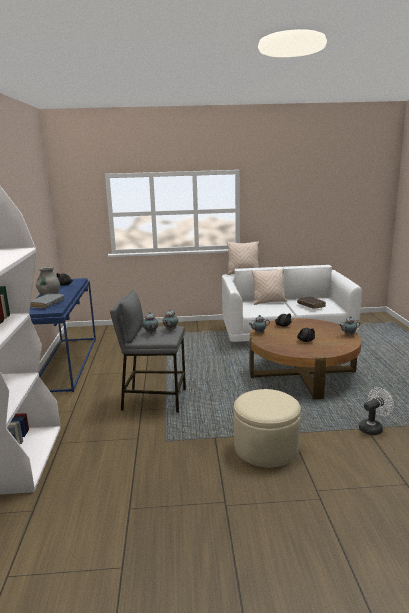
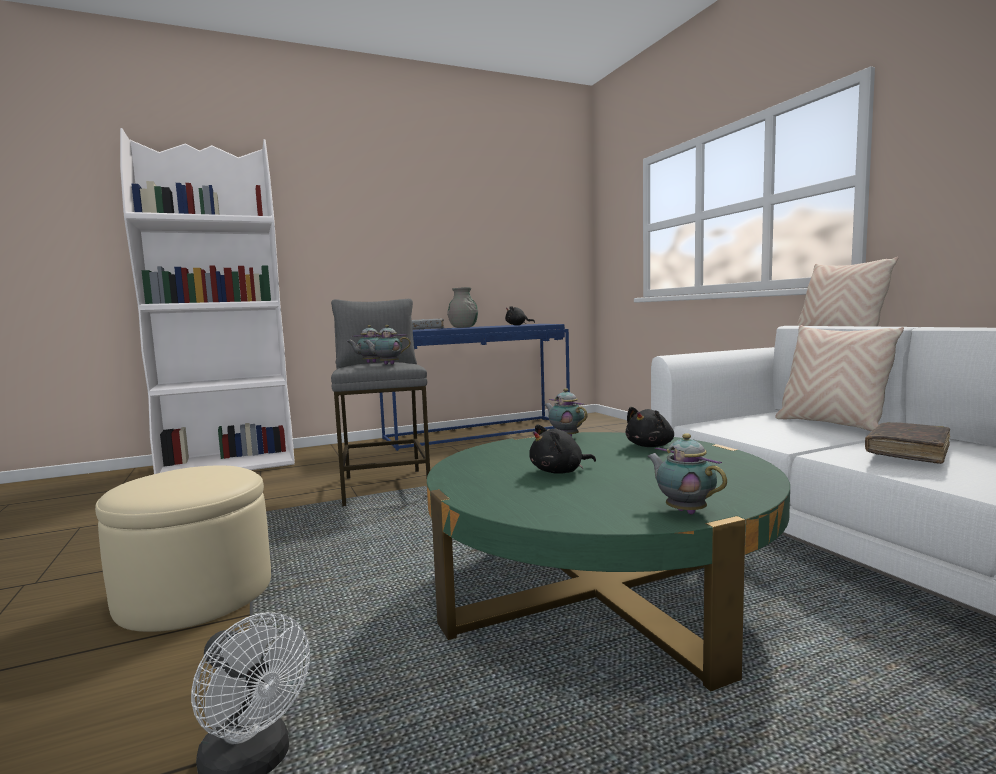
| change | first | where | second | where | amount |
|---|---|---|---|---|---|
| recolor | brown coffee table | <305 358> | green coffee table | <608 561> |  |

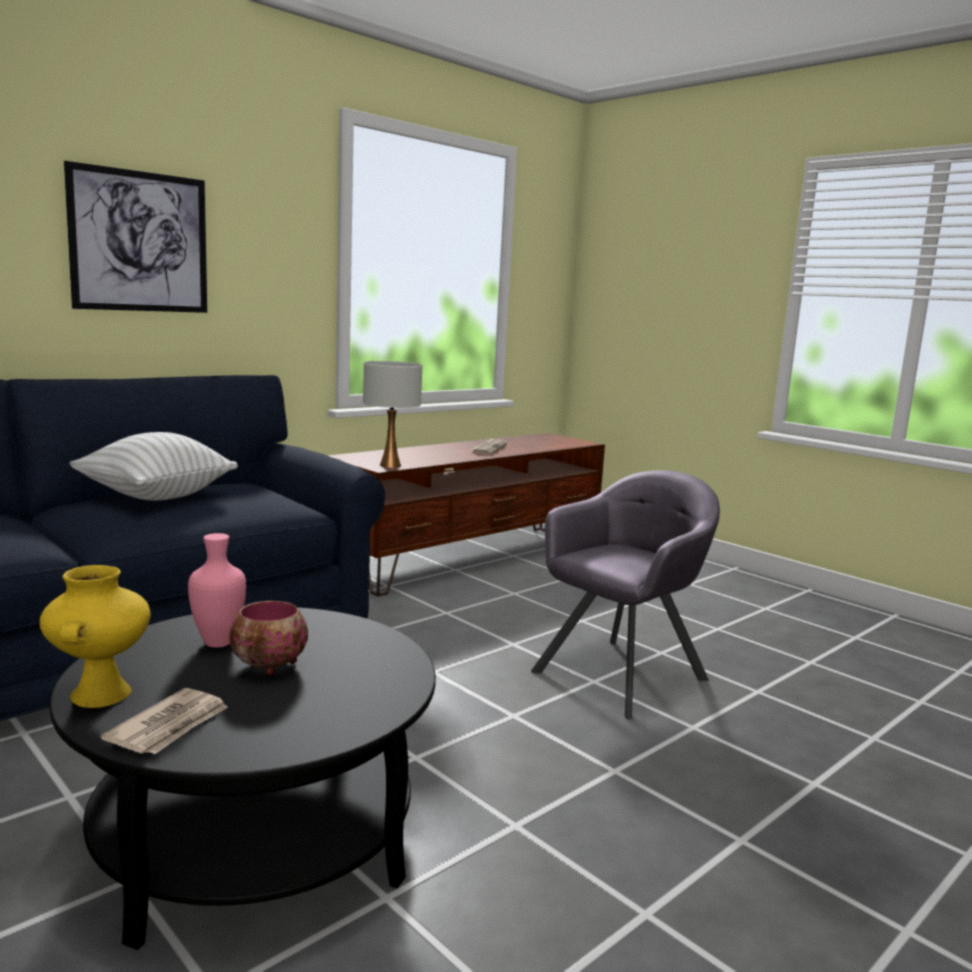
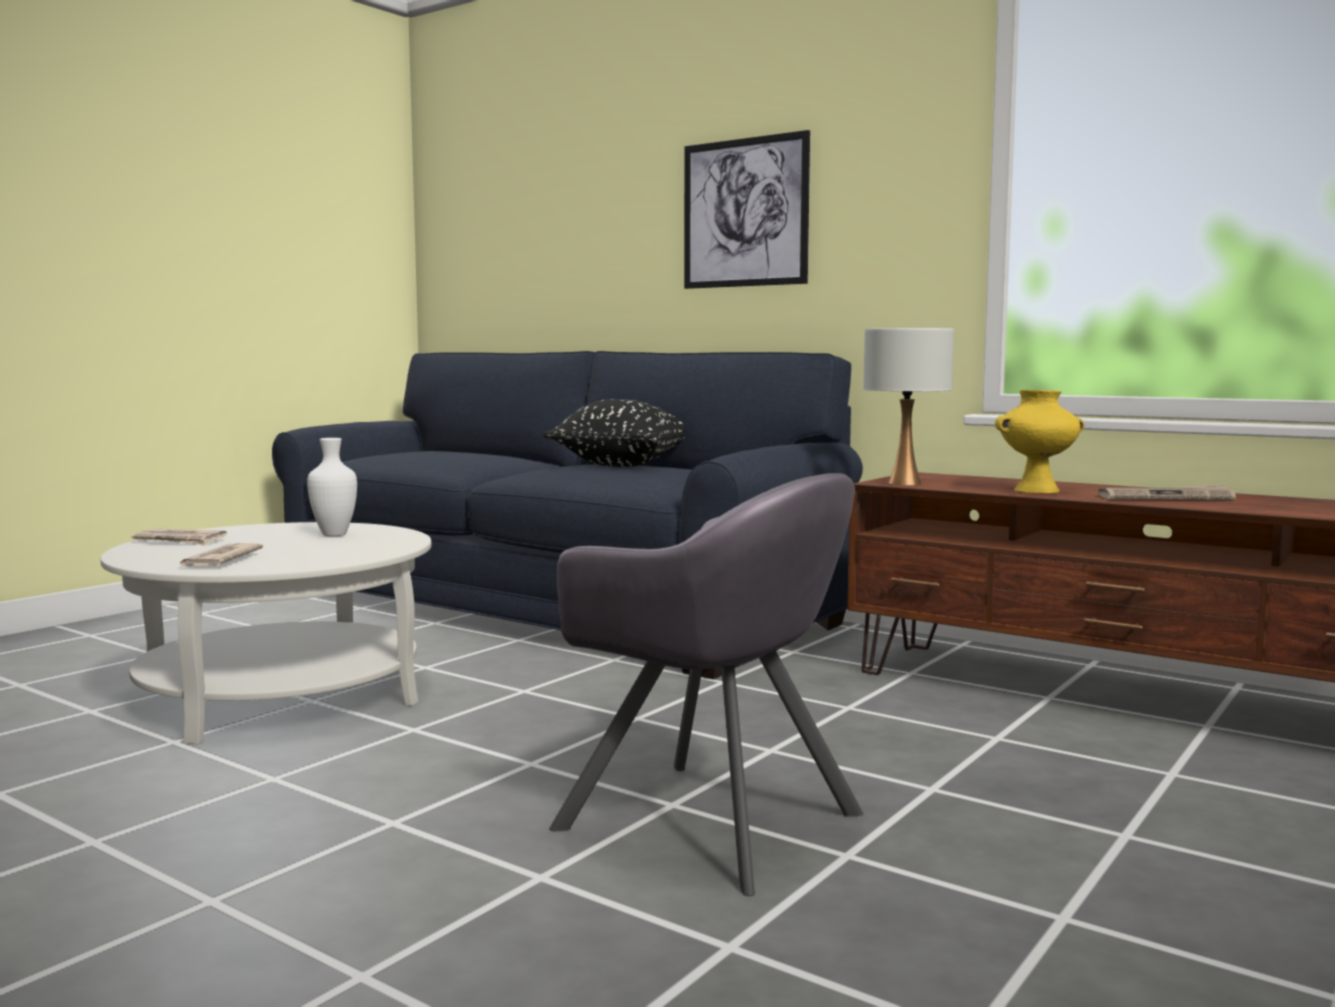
| change | first | where | second | where | amount |
|---|---|---|---|---|---|
| recolor | black coffee table | <243 779> | white coffee table | <266 633> |  |
| insert |  |  | newspaper | <221 555> |  |
| recolor | pink vase | <217 590> | white vase | <332 487> |  |
| recolor | white pillow | <153 466> | black pillow | <615 433> |  |
| move | yellow vase | <95 636> |  | <1040 441> |  |
| delete | bowl | <268 638> |  |  |  |

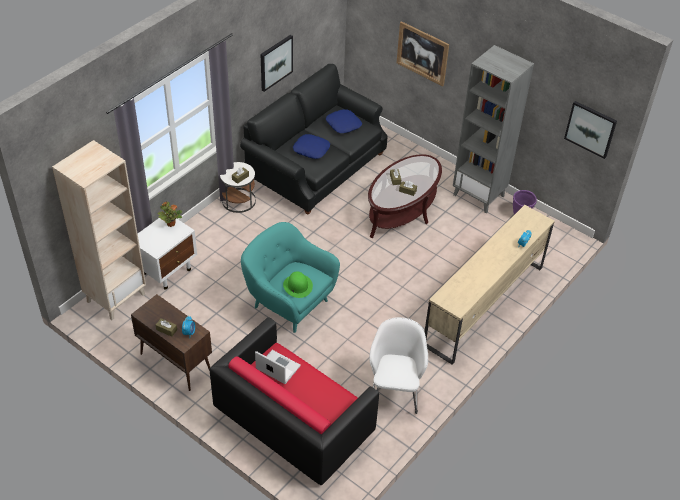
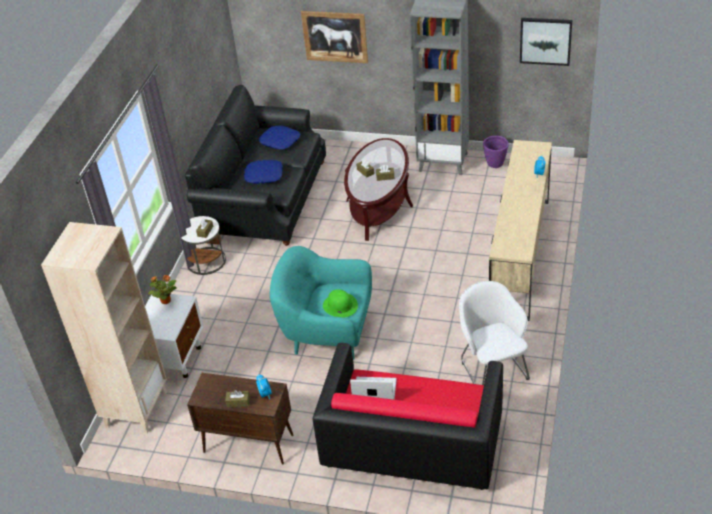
| change | first | where | second | where | amount |
|---|---|---|---|---|---|
| delete | picture | <276 63> |  |  |  |

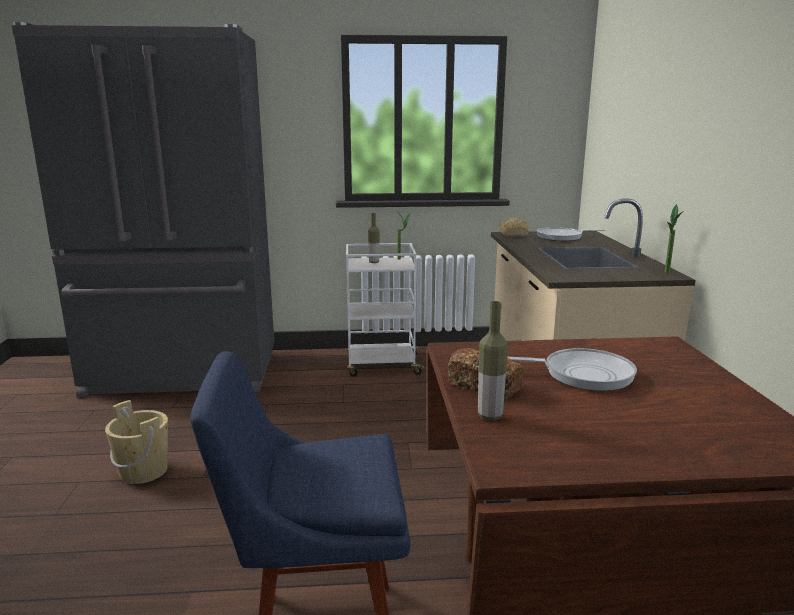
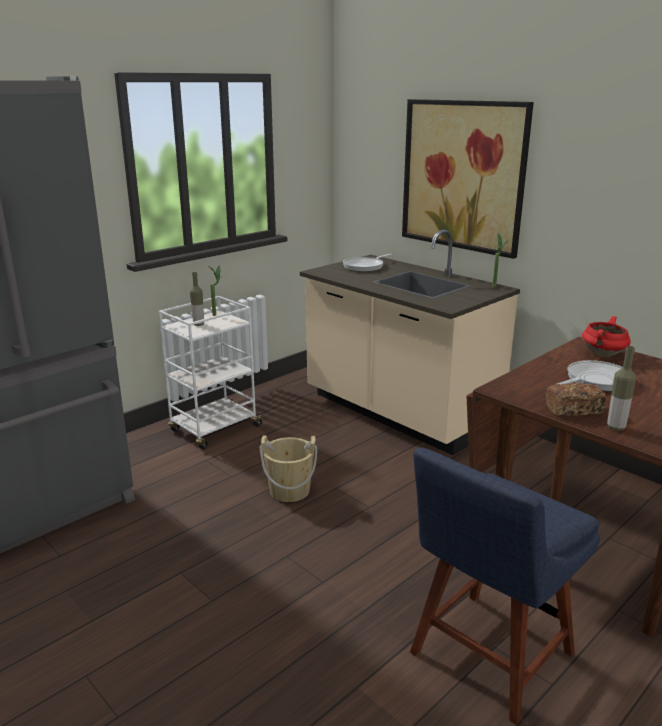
| change | first | where | second | where | amount |
|---|---|---|---|---|---|
| move | beige bucket | <136 442> |  | <288 468> |  |
| insert |  |  | picture | <468 179> |  |
| insert |  |  | red cooking pot | <606 336> |  |
| delete | bread | <513 227> |  |  |  |

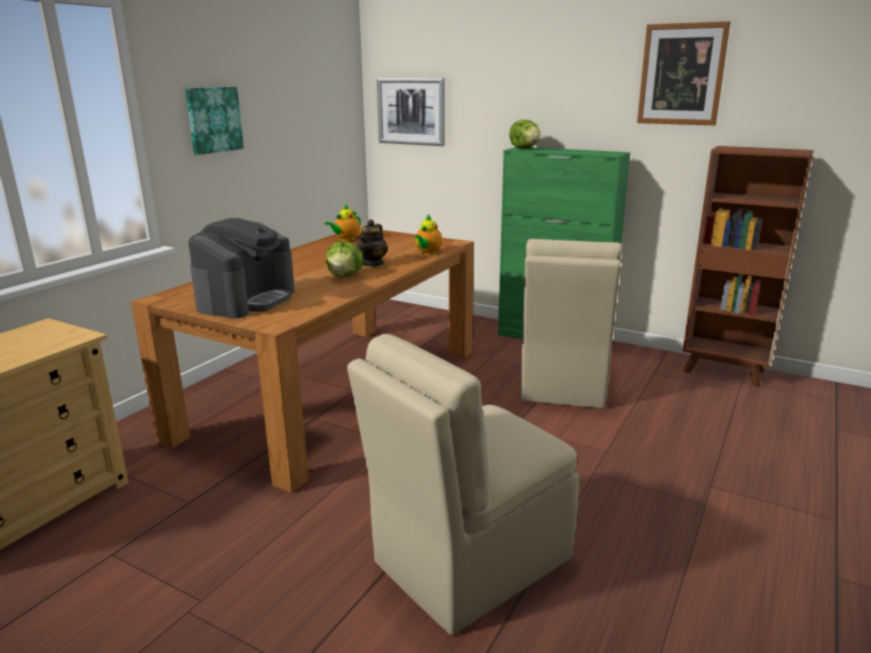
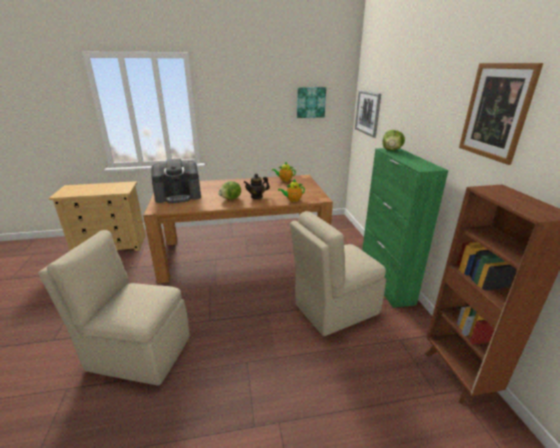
| change | first | where | second | where | amount |
|---|---|---|---|---|---|
| move | picture | <214 121> |  | <311 102> |  |

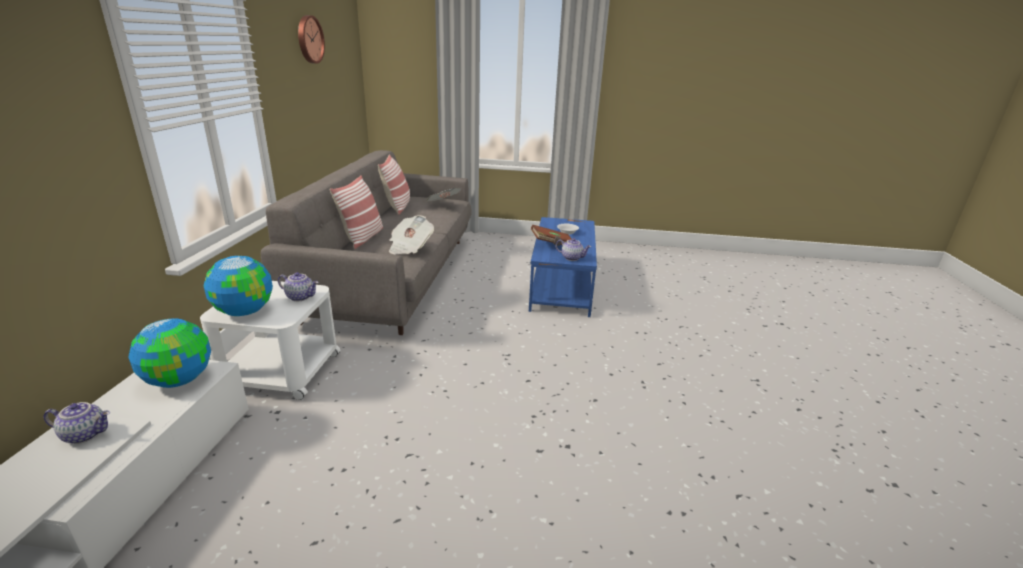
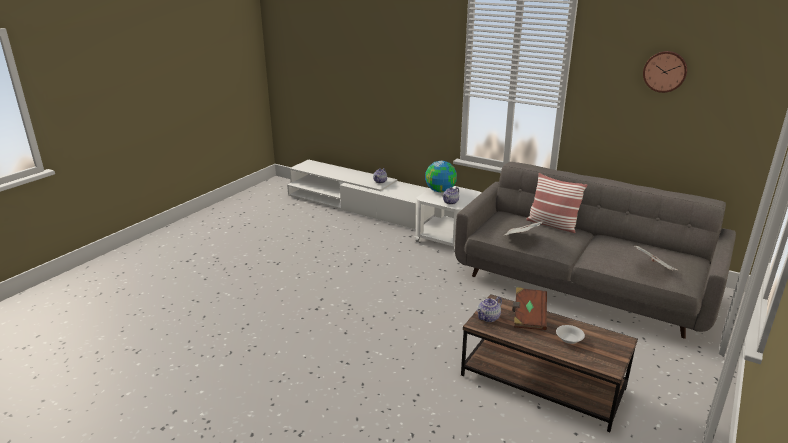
| change | first | where | second | where | amount |
|---|---|---|---|---|---|
| recolor | blue coffee table | <563 267> | brown coffee table | <549 363> |  |
| delete | globe | <170 353> |  |  |  |
| delete | pillow | <394 184> |  |  |  |

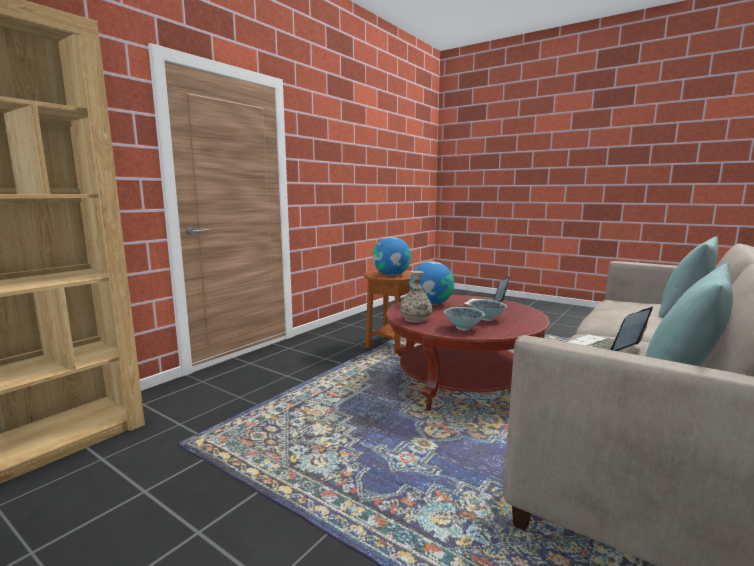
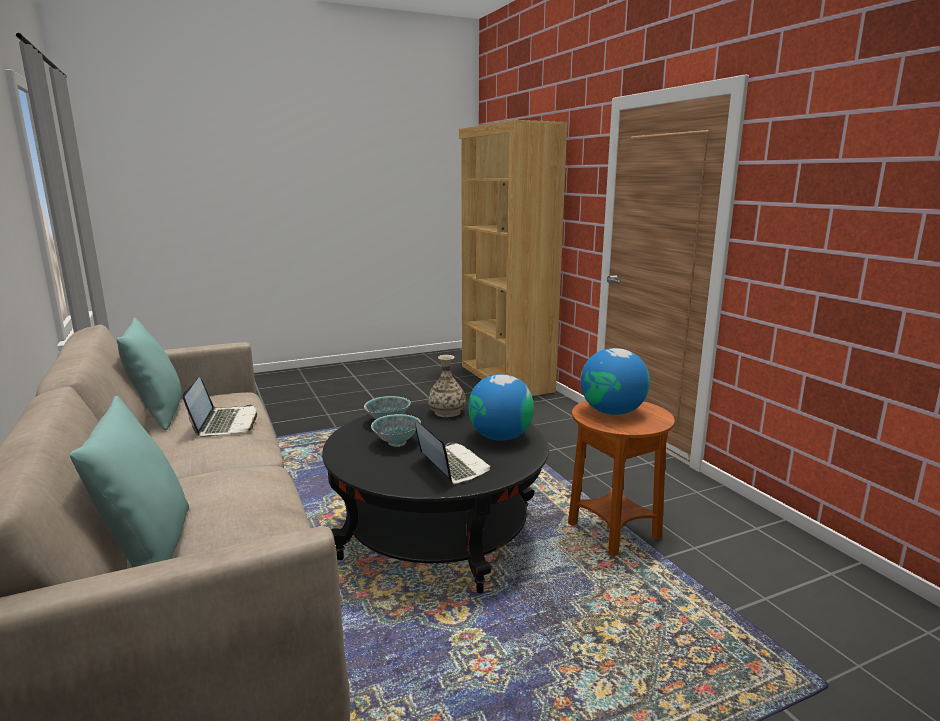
| change | first | where | second | where | amount |
|---|---|---|---|---|---|
| recolor | red coffee table | <468 353> | black coffee table | <435 498> |  |

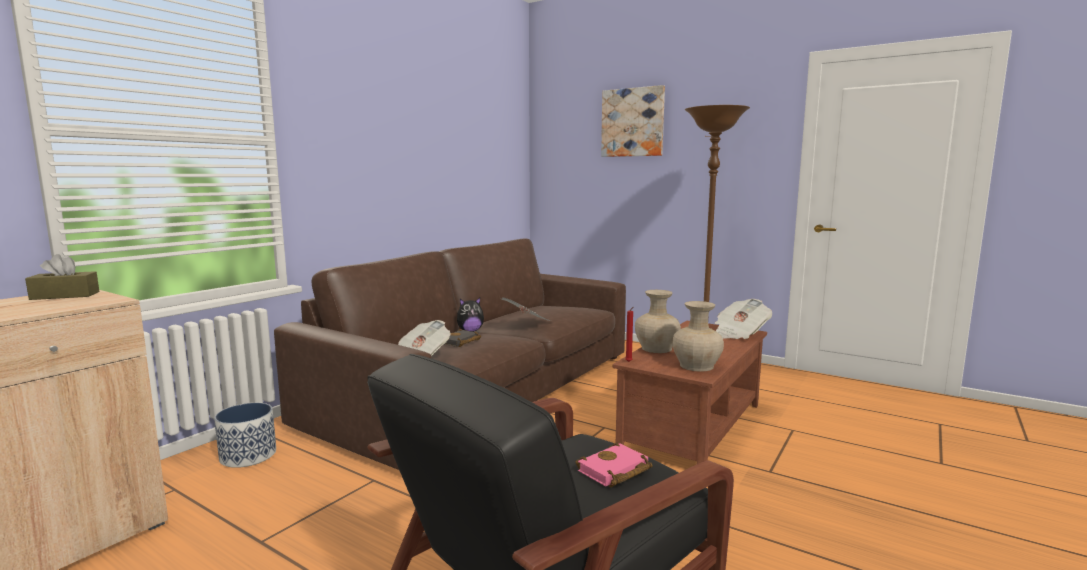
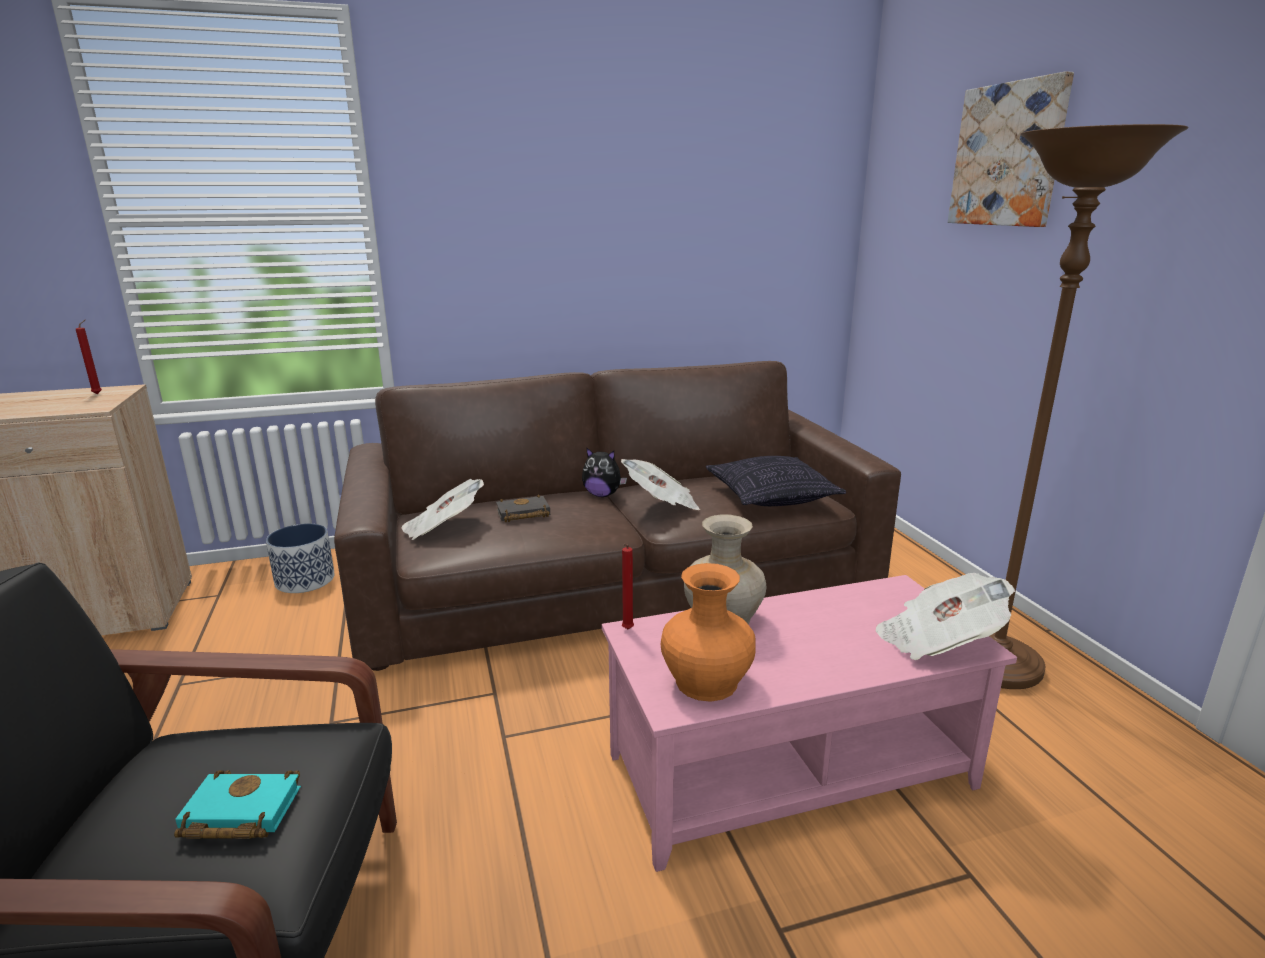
| change | first | where | second | where | amount |
|---|---|---|---|---|---|
| replace | brown tissue box | <62 277> | red candle | <89 357> |  |
| recolor | pink book | <614 464> | turquoise book | <237 804> |  |
| recolor | brown coffee table | <690 392> | pink coffee table | <809 723> |  |
| recolor | beige vase | <698 336> | orange vase | <708 632> |  |
| insert |  |  | pillow | <776 481> |  |

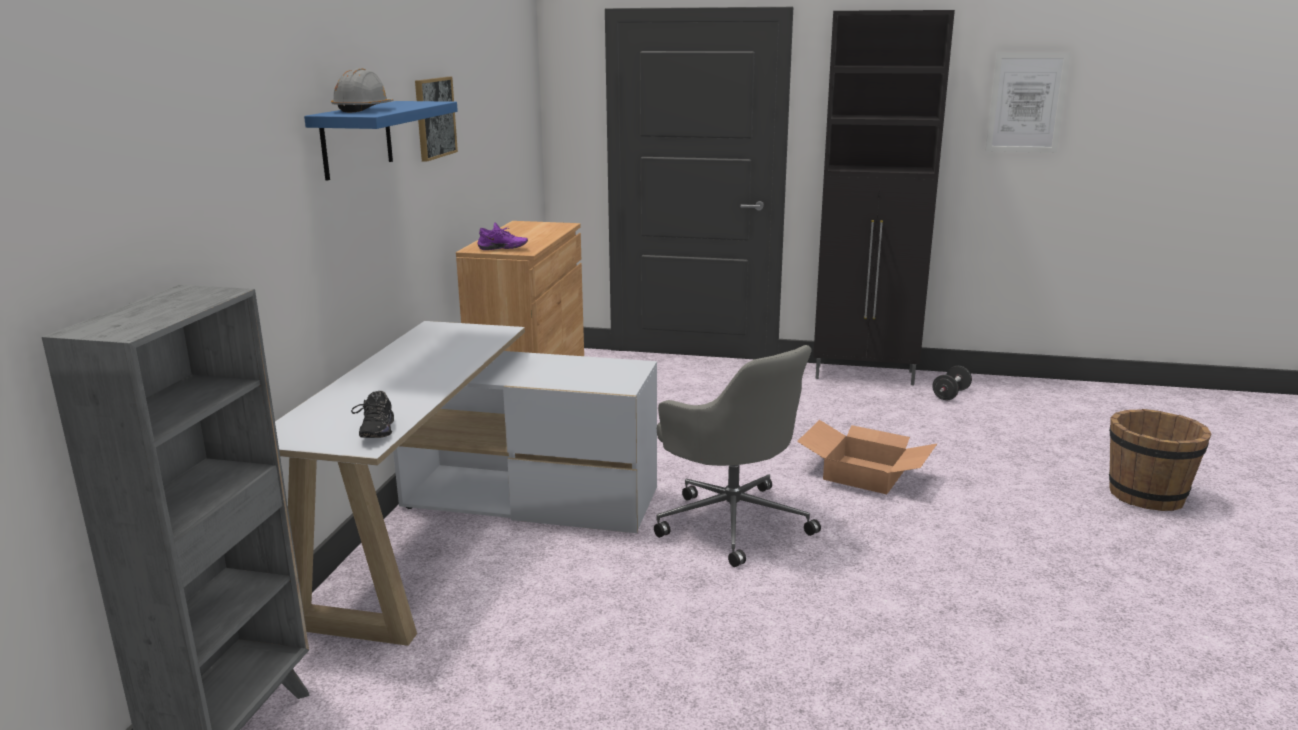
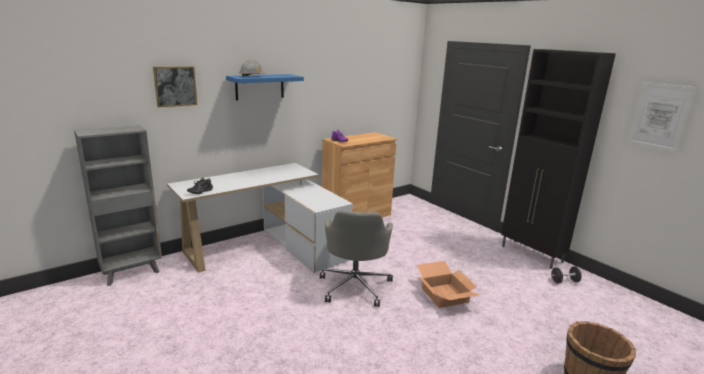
| change | first | where | second | where | amount |
|---|---|---|---|---|---|
| move | picture | <436 119> |  | <175 87> |  |

